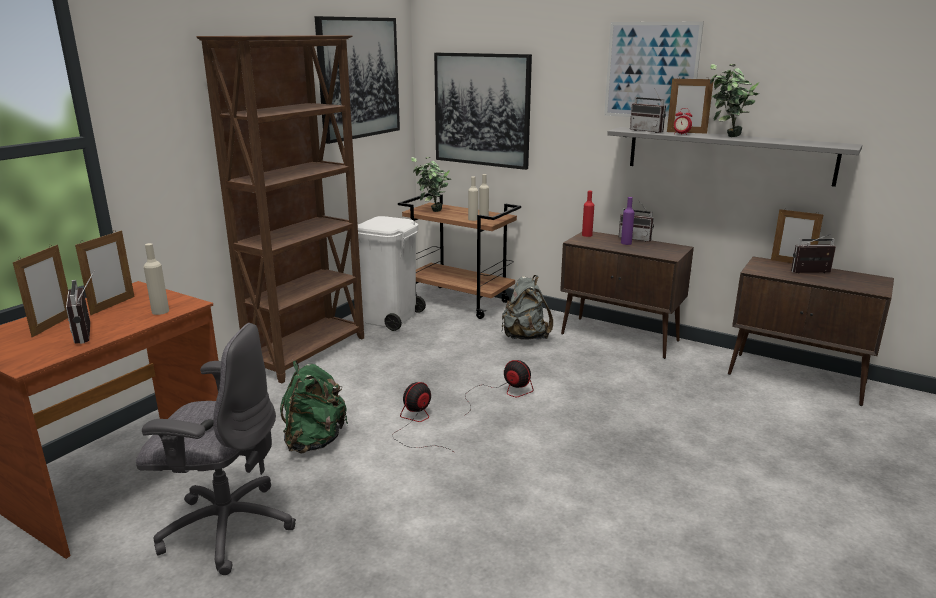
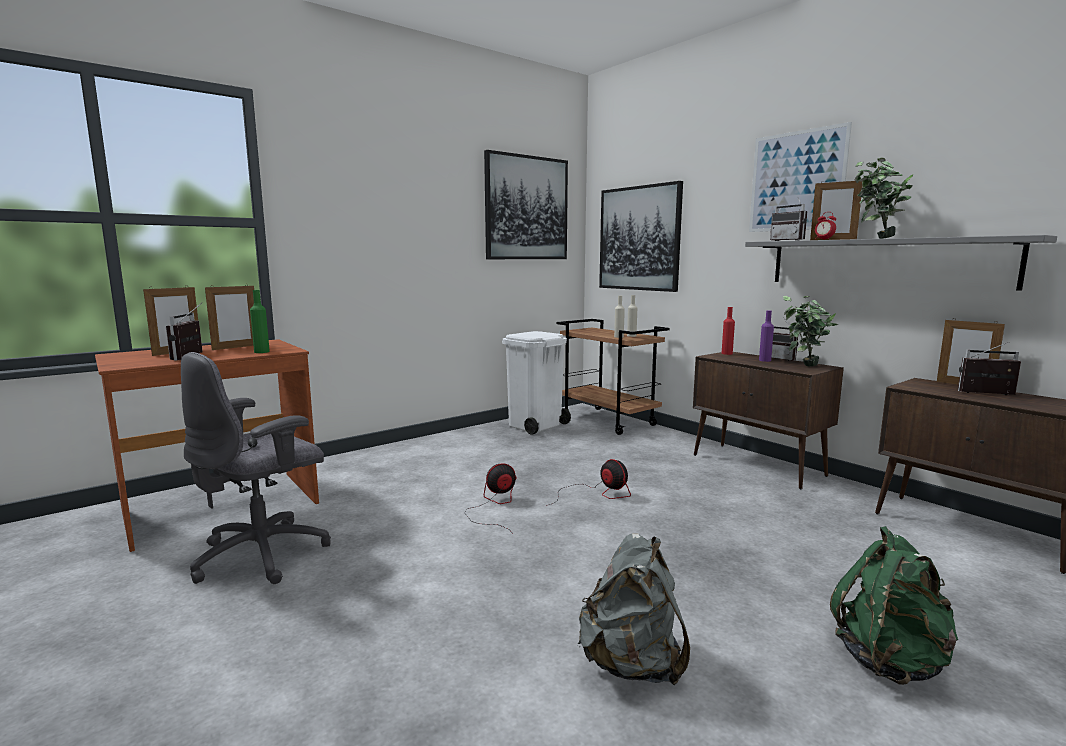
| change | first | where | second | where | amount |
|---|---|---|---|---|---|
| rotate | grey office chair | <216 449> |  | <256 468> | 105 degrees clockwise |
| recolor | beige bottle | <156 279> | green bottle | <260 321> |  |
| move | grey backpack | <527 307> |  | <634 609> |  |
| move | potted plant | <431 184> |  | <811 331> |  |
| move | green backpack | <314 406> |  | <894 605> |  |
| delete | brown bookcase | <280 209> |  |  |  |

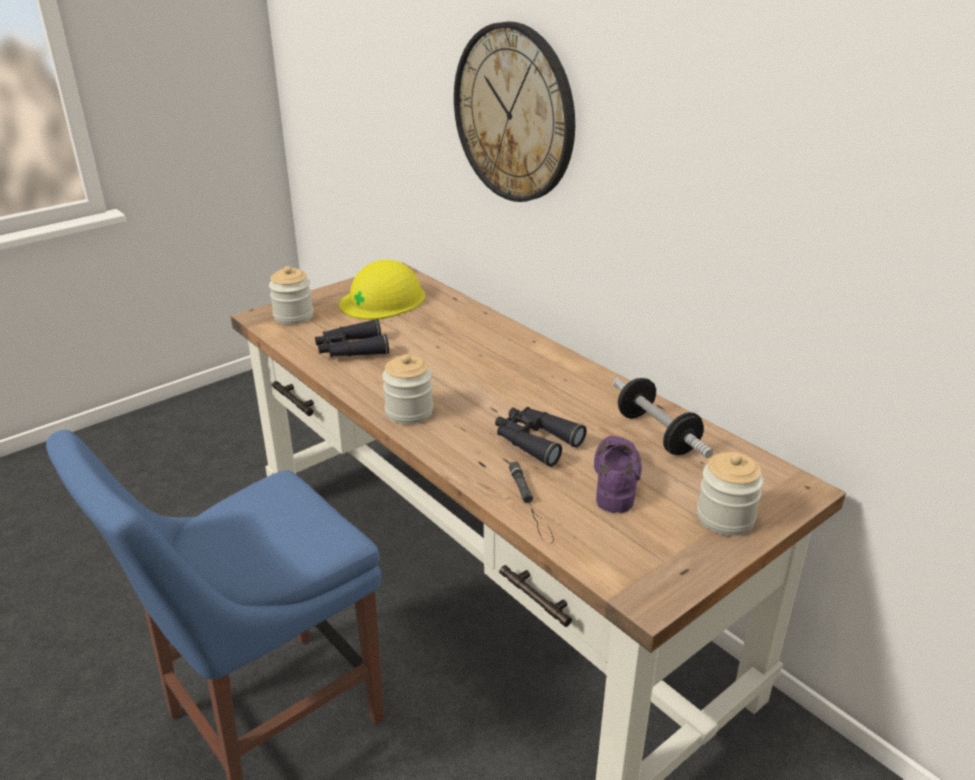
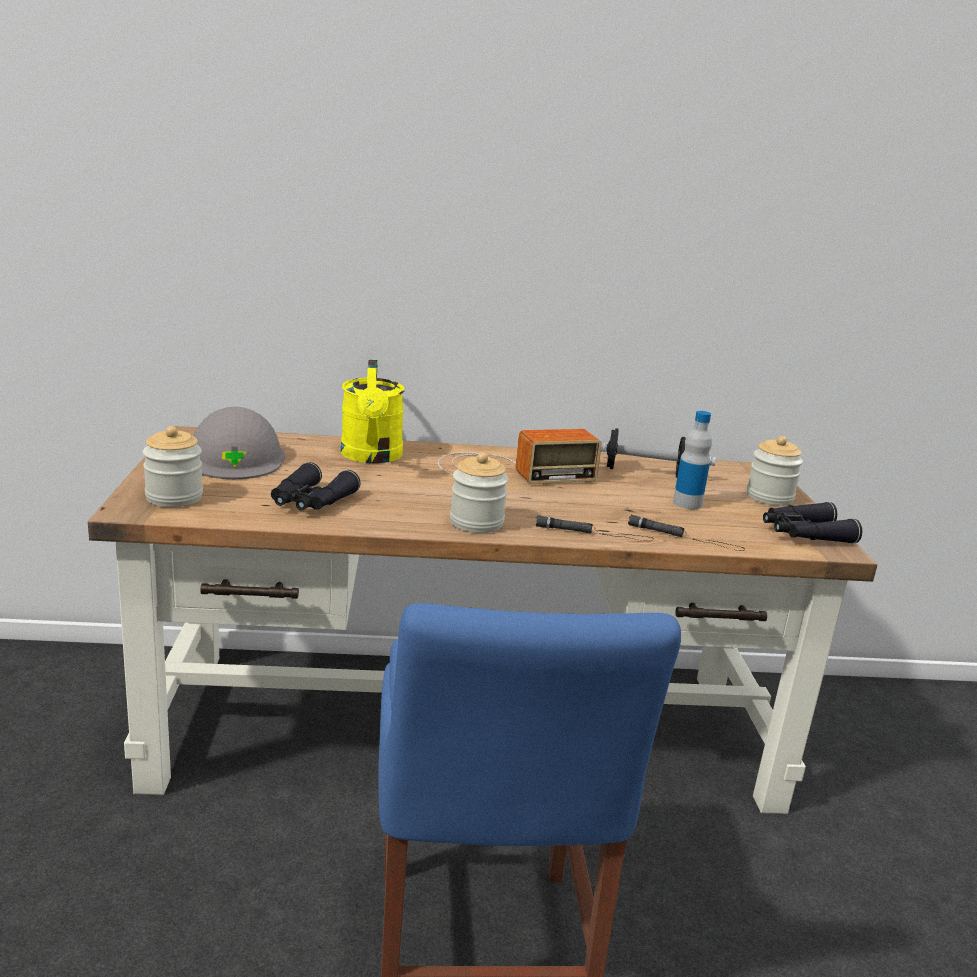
| change | first | where | second | where | amount |
|---|---|---|---|---|---|
| recolor | yellow hard hat | <382 290> | grey hard hat | <239 442> |  |
| insert |  |  | yellow watering can | <372 411> |  |
| insert |  |  | radio | <520 456> |  |
| insert |  |  | black flashlight | <595 528> |  |
| replace | purple shoe | <618 474> | bottle | <692 460> |  |
| move | black binoculars | <541 437> |  | <812 523> |  |
| delete | wall clock | <514 111> |  |  |  |

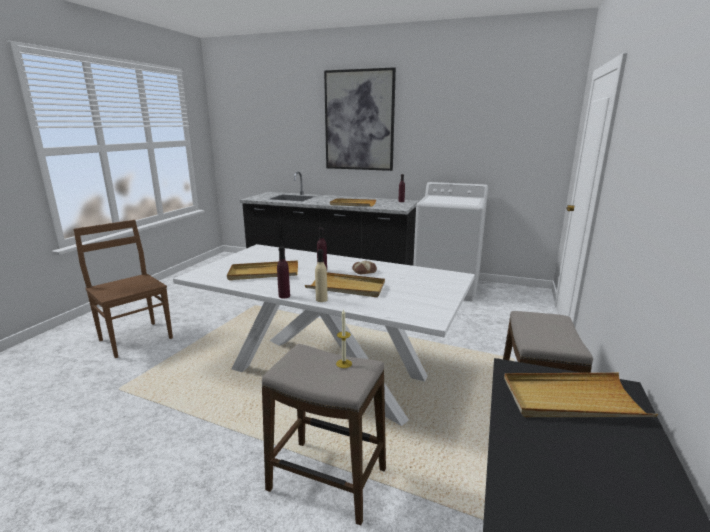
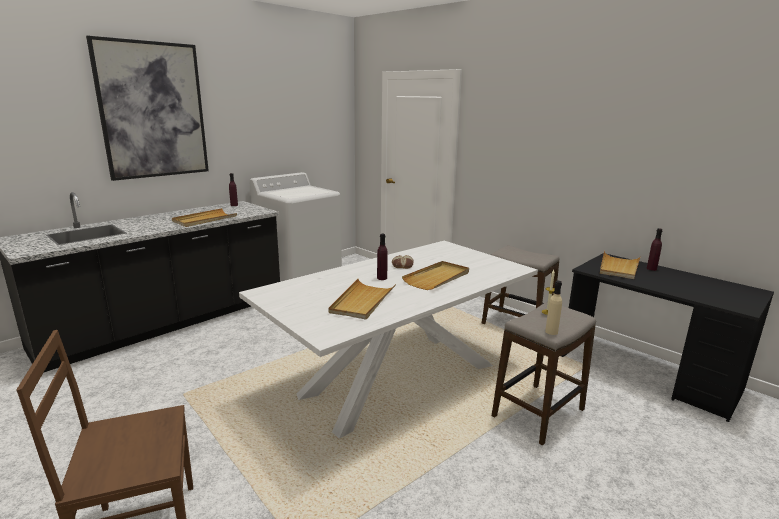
| change | first | where | second | where | amount |
|---|---|---|---|---|---|
| move | beige bottle | <321 275> |  | <553 308> |  |
| move | purple bottle | <283 272> |  | <655 249> |  |

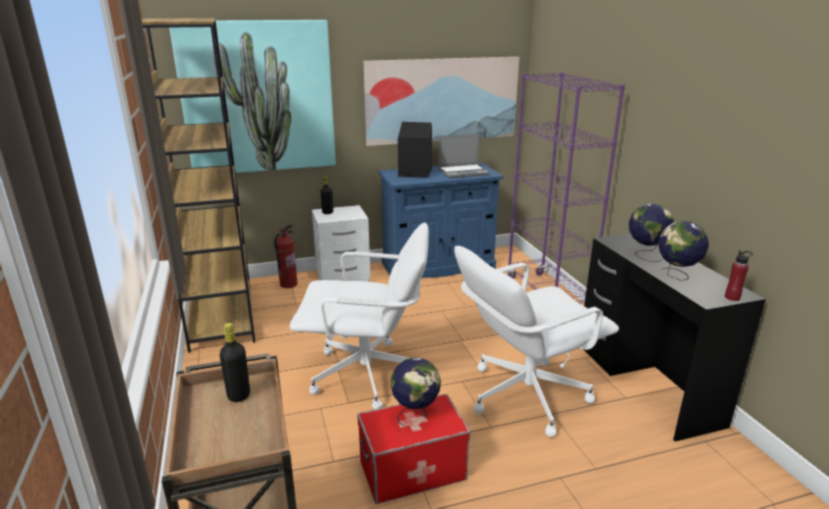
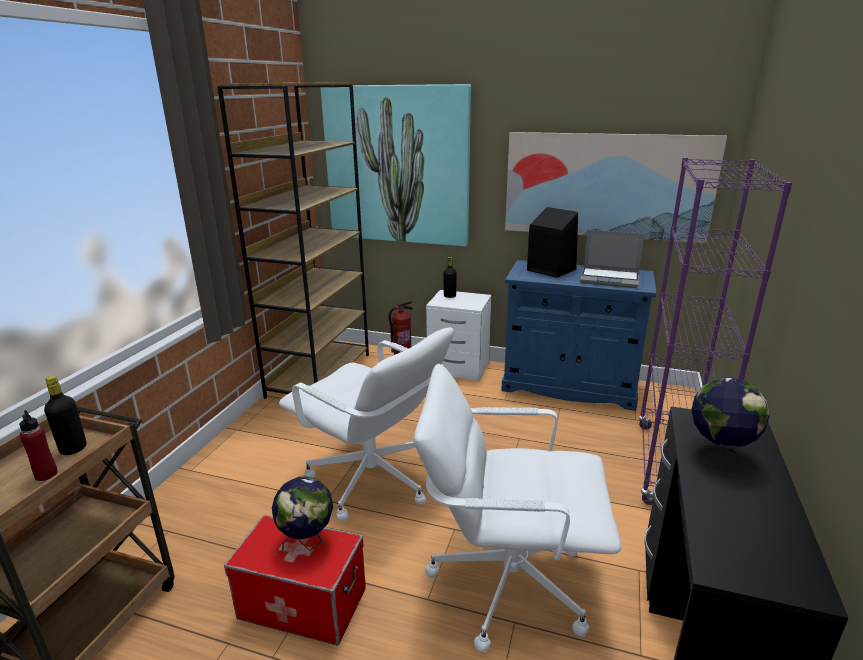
| change | first | where | second | where | amount |
|---|---|---|---|---|---|
| move | red bottle | <739 275> |  | <38 445> |  |
| delete | globe | <683 251> |  |  |  |

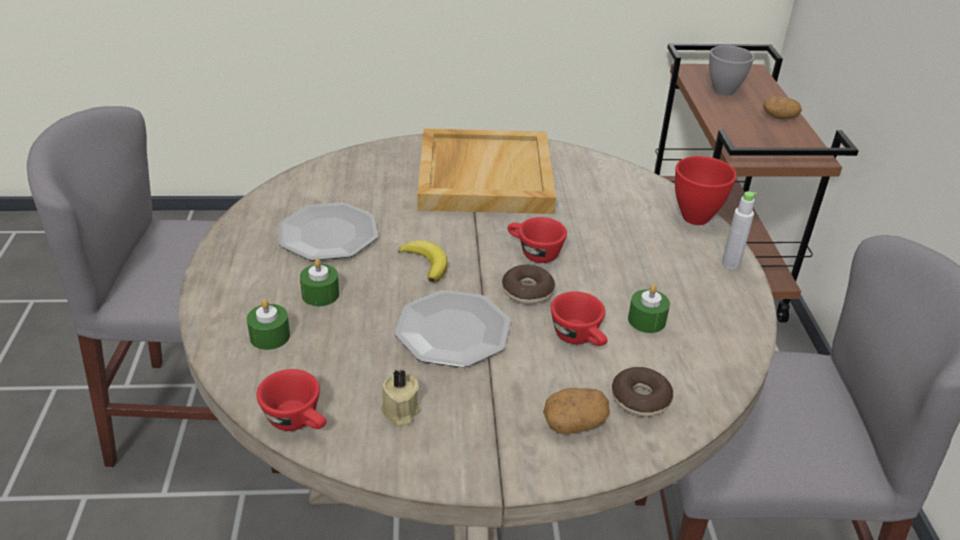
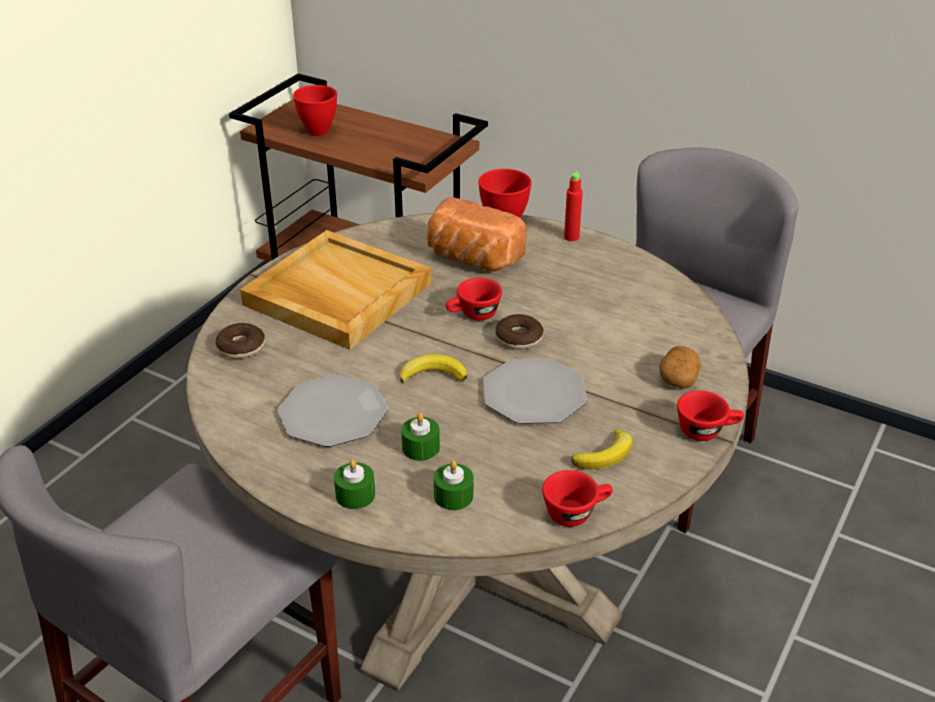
| change | first | where | second | where | amount |
|---|---|---|---|---|---|
| move | donut | <642 392> |  | <240 341> |  |
| recolor | grey bowl | <731 70> | red bowl | <315 110> |  |
| move | green candle | <649 308> |  | <354 484> |  |
| insert |  |  | bread | <477 234> |  |
| recolor | grey bottle | <739 230> | red bottle | <573 206> |  |
| replace | beige candle | <400 398> | banana | <601 449> |  |
| move | red cup | <579 318> |  | <710 416> |  |
| delete | potato | <782 108> |  |  |  |

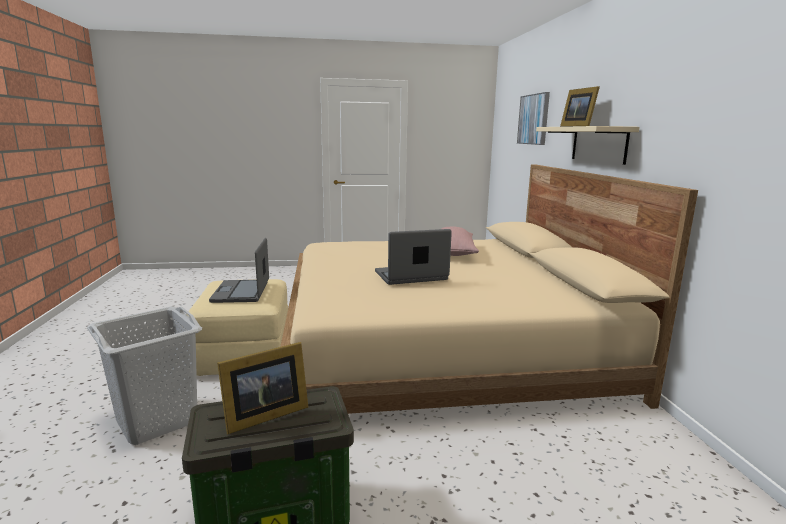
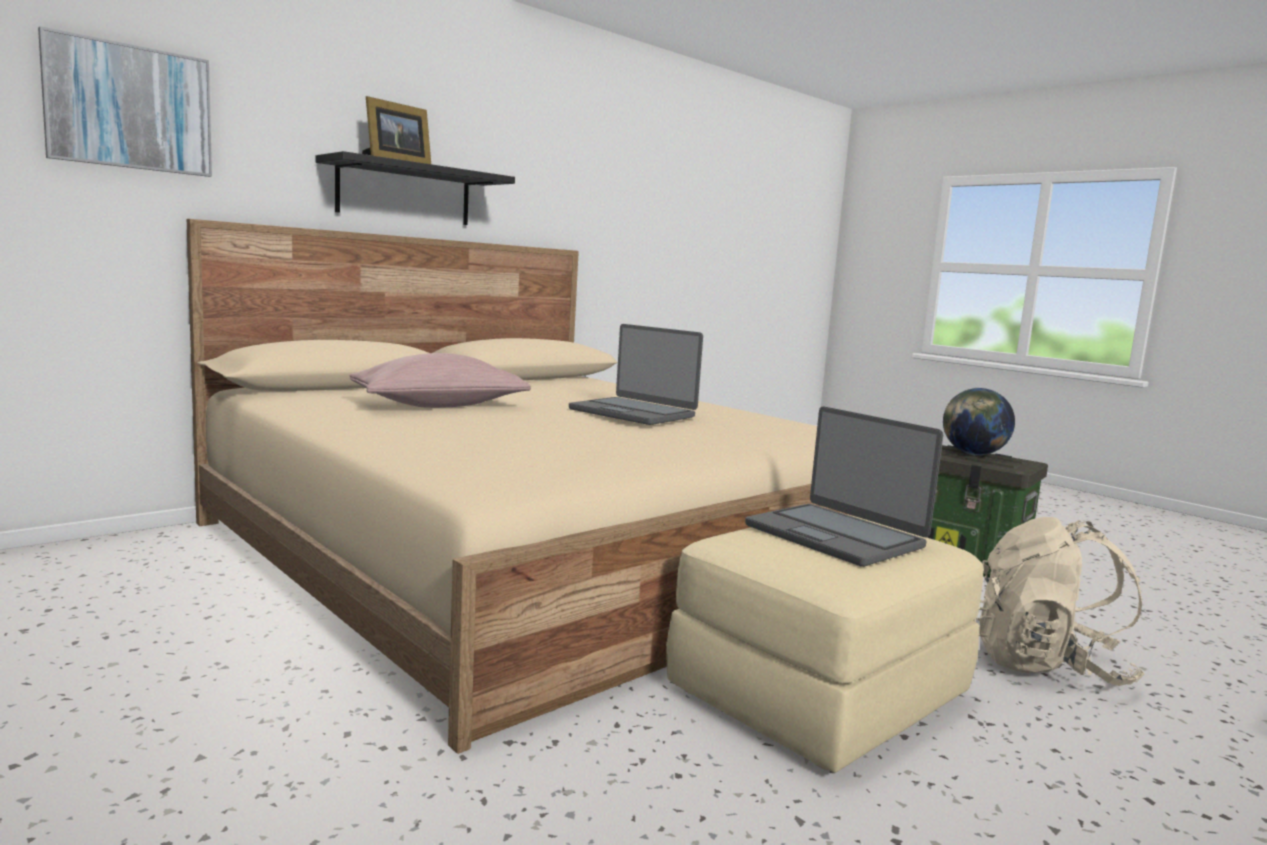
| change | first | where | second | where | amount |
|---|---|---|---|---|---|
| recolor | beige shelf | <588 145> | black shelf | <415 188> |  |
| rotate | laptop | <239 270> |  | <844 486> | 90 degrees clockwise |
| replace | picture frame | <262 388> | globe | <979 422> |  |
| replace | grey laundry basket | <144 375> | beige backpack | <1059 601> |  |

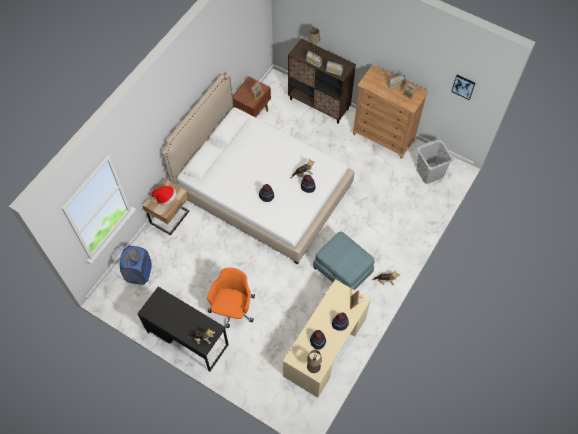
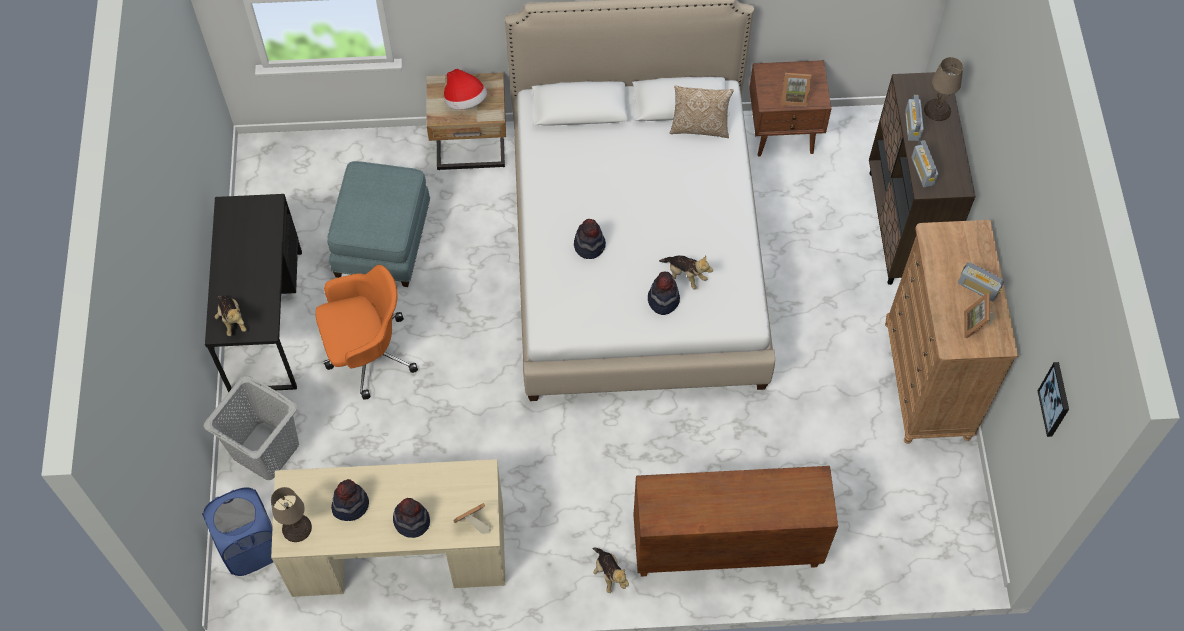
| change | first | where | second | where | amount |
|---|---|---|---|---|---|
| move | blue laundry basket | <136 265> |  | <237 532> |  |
| move | grey laundry basket | <435 161> |  | <251 427> |  |
| move | blue ottoman | <344 260> |  | <378 224> |  |
| insert |  |  | brown cabinet | <735 521> |  |
| insert |  |  | pillow | <702 111> |  |

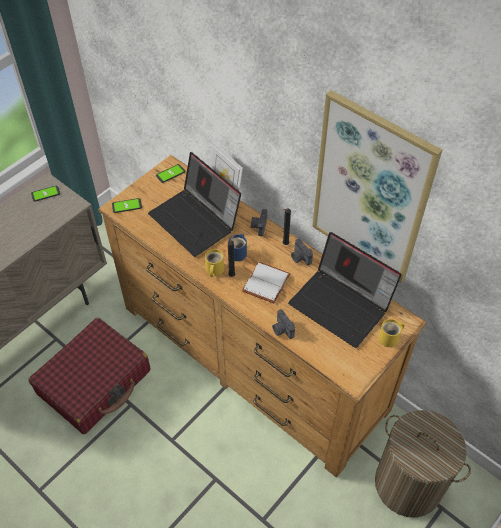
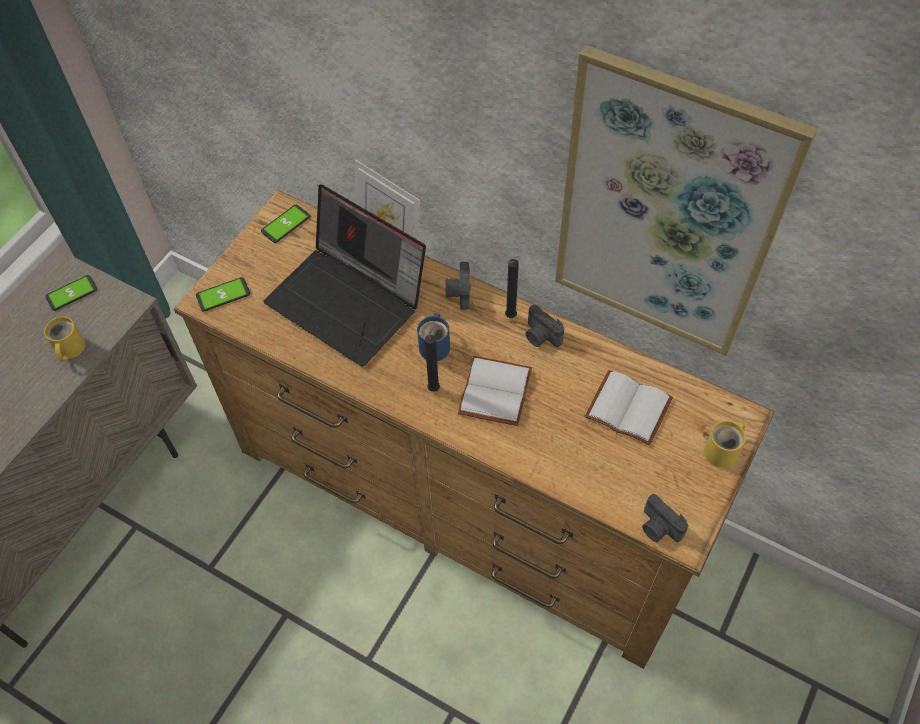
| change | first | where | second | where | amount |
|---|---|---|---|---|---|
| move | yellow mug | <214 263> |  | <64 339> |  |
| replace | laptop | <344 290> | white book | <628 407> |  |
| move | photo camera | <283 324> |  | <665 518> |  |
| delete | red suitcase | <89 376> |  |  |  |
| delete | laundry basket | <423 464> |  |  |  |

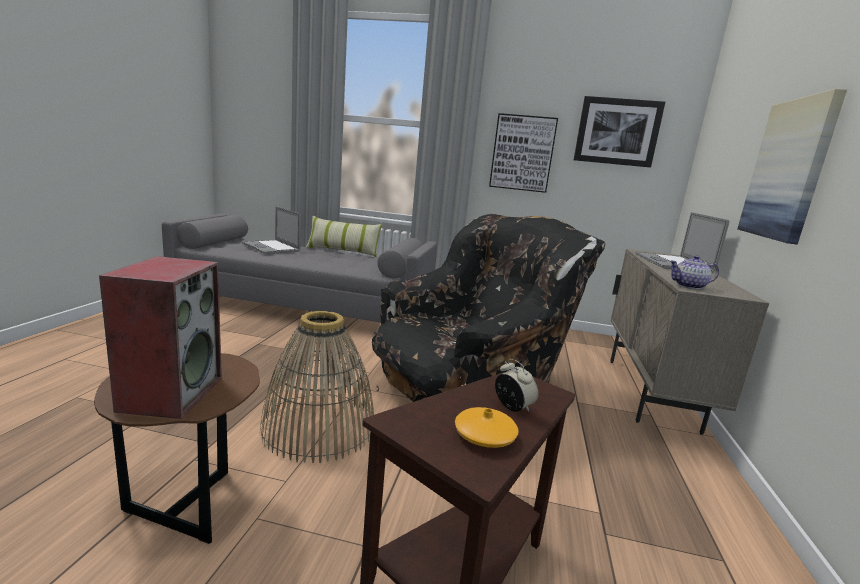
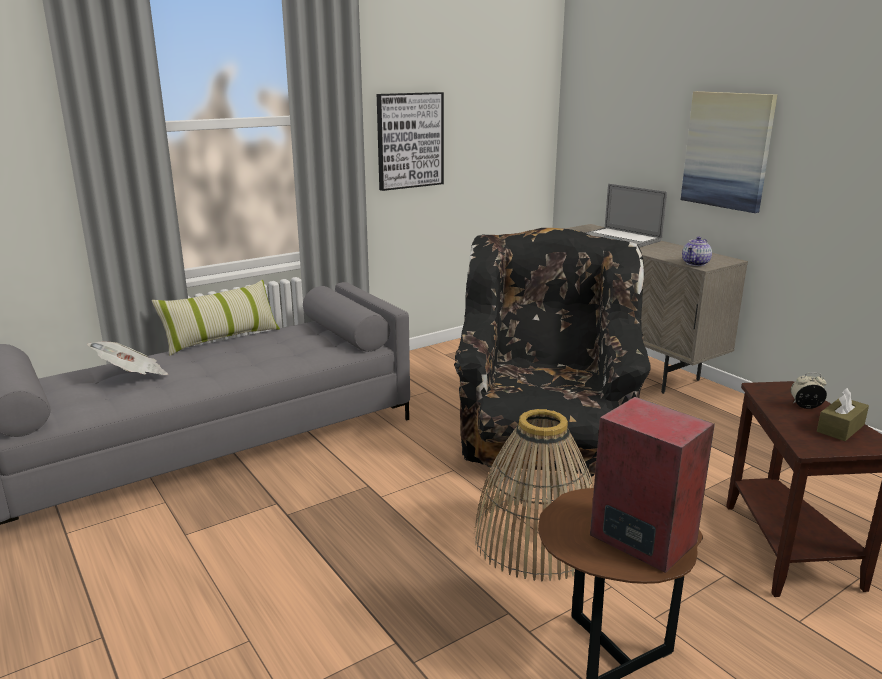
| change | first | where | second | where | amount |
|---|---|---|---|---|---|
| replace | laptop | <271 230> | newspaper | <127 358> |  |
| replace | orange vase | <486 427> | brown tissue box | <843 414> |  |
| delete | picture | <619 132> |  |  |  |

